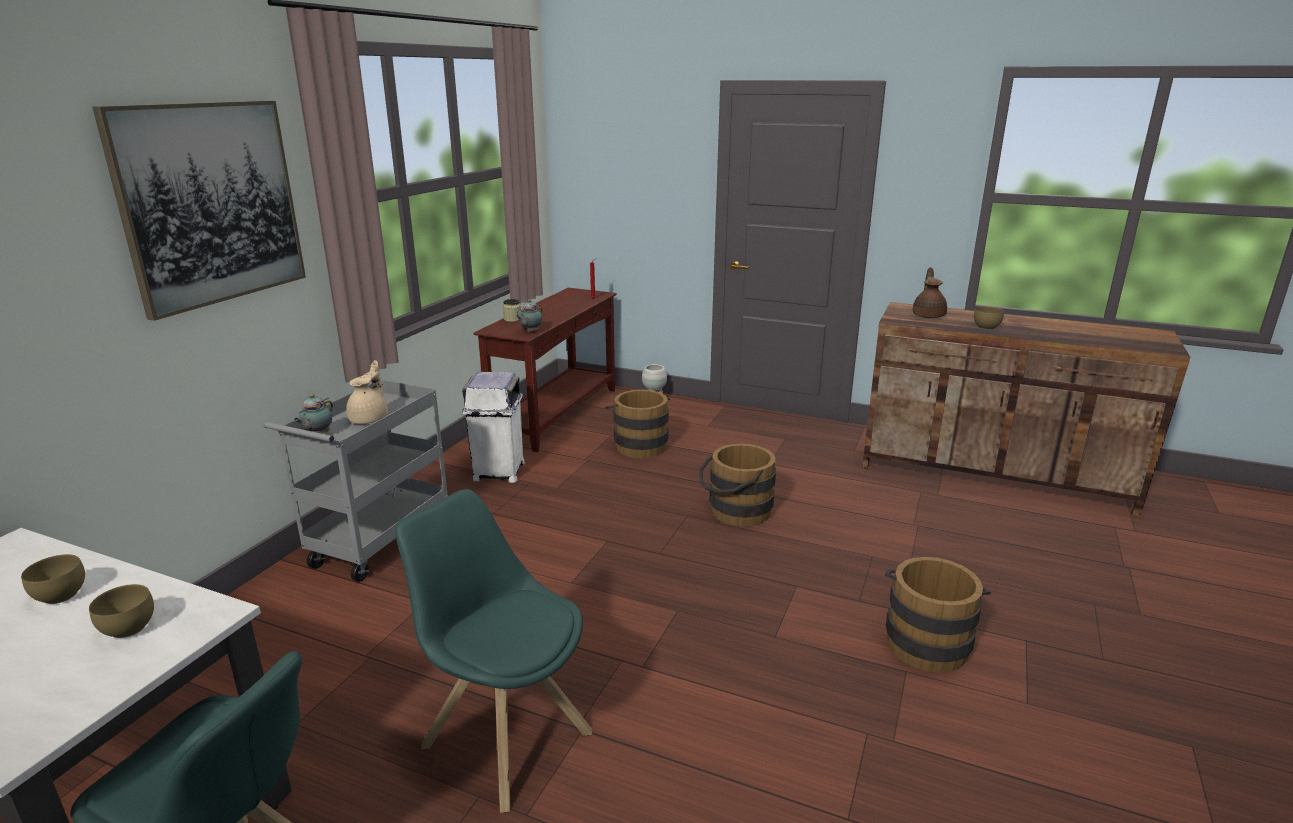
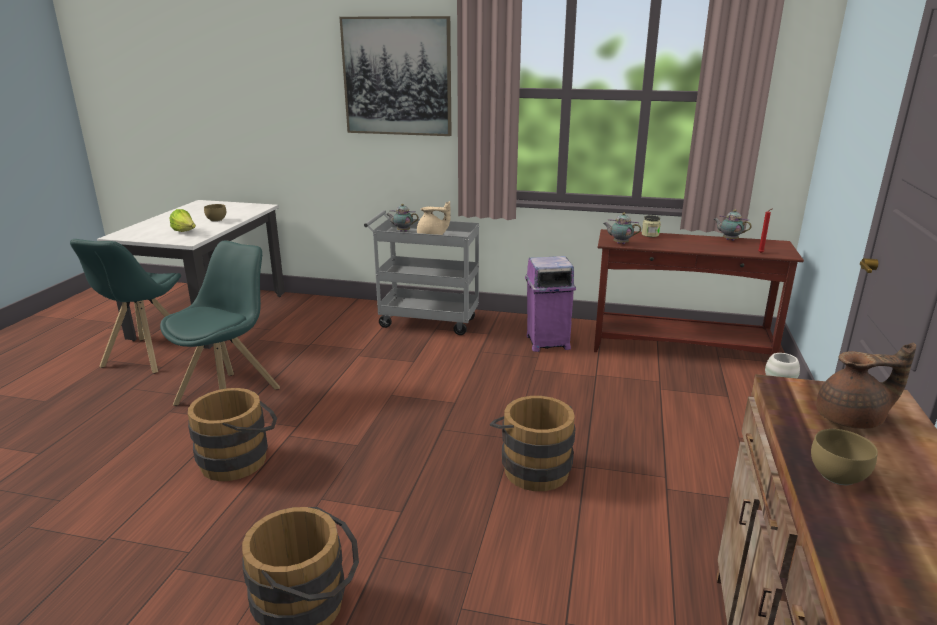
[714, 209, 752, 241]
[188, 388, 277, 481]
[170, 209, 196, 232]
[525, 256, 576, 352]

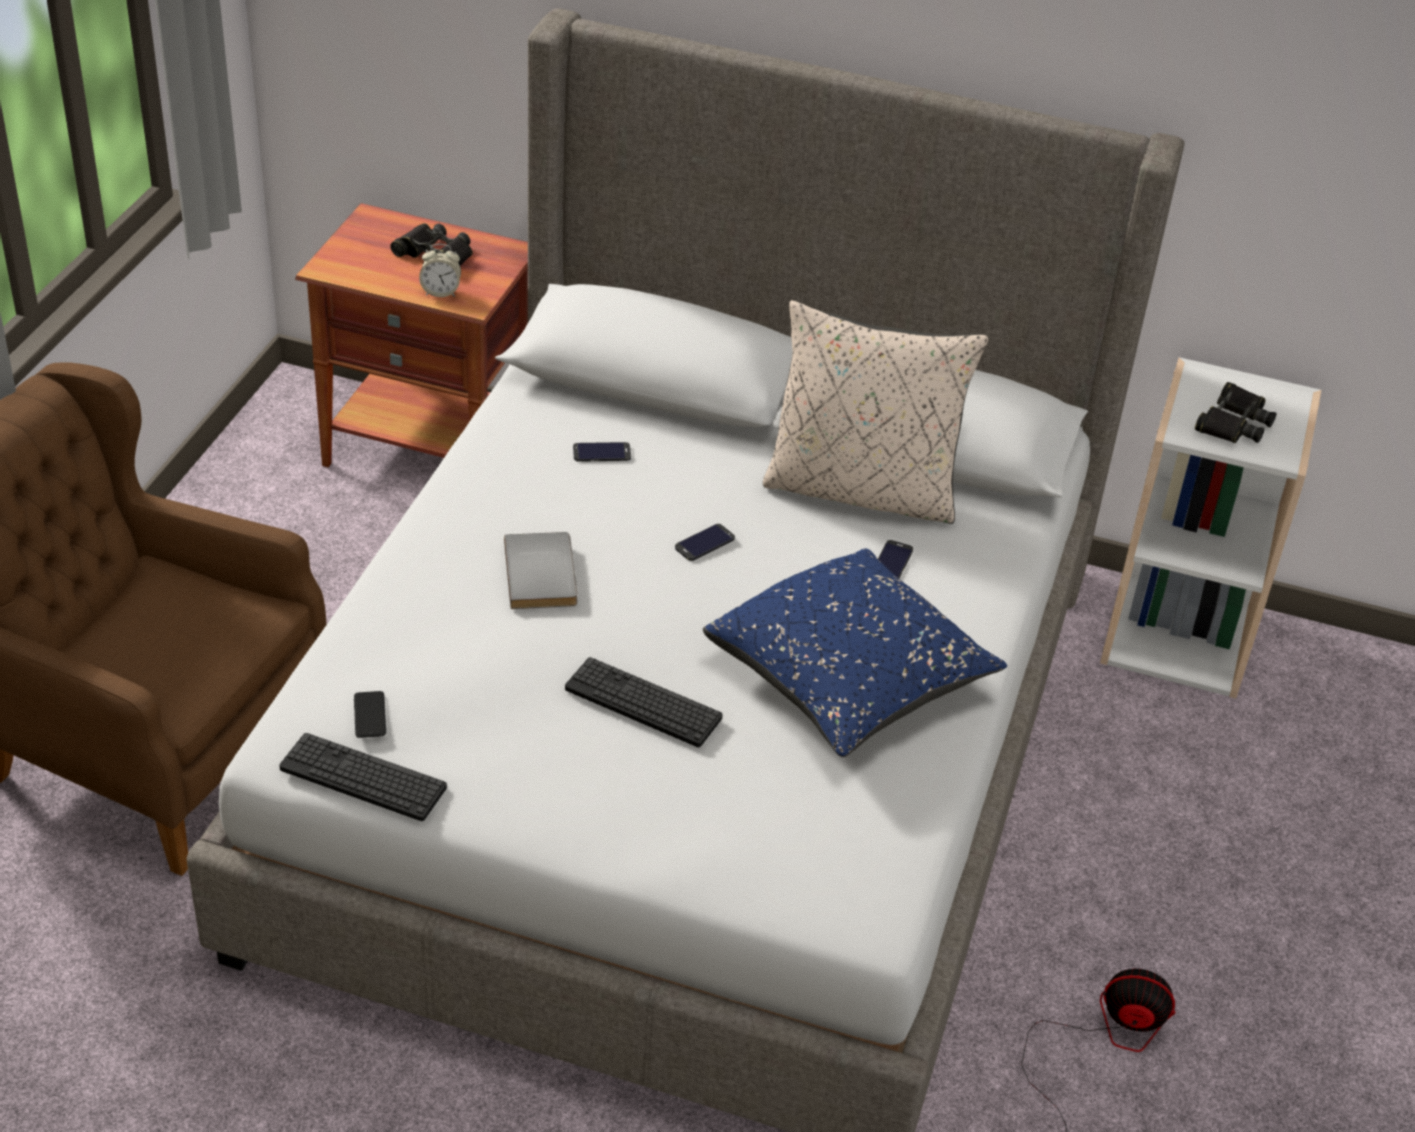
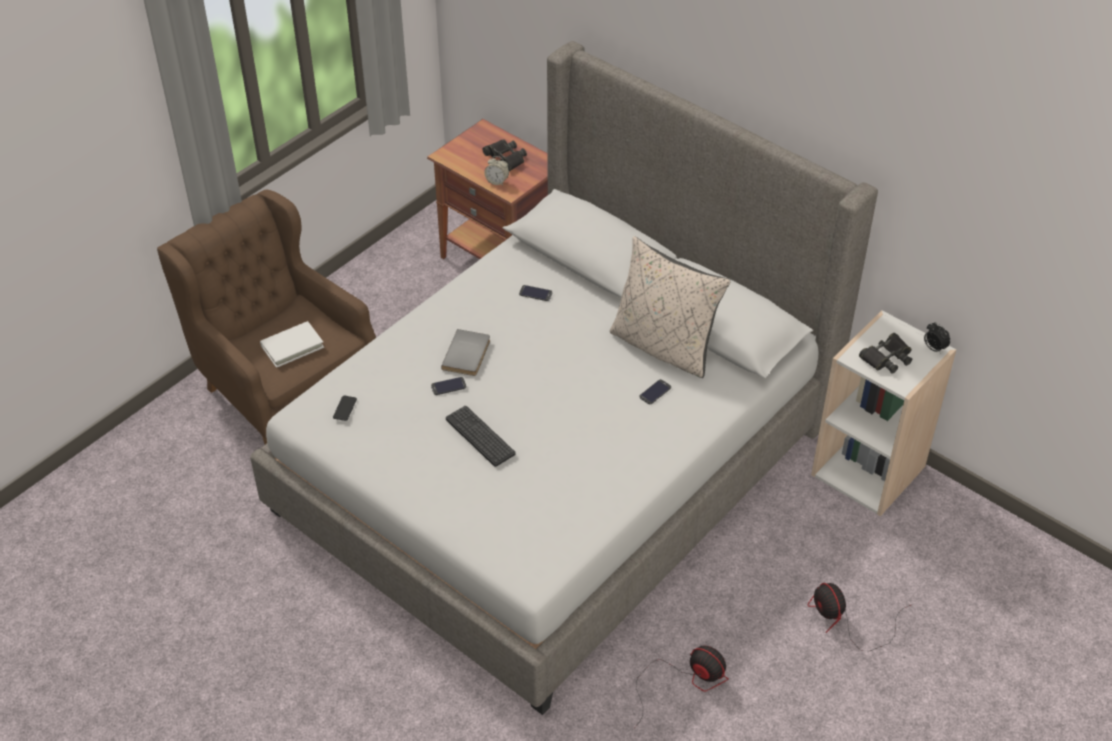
[279, 733, 447, 821] (first image)
[703, 548, 1007, 757] (first image)
[260, 321, 324, 368]
[808, 583, 913, 651]
[924, 322, 950, 354]
[431, 377, 466, 395]

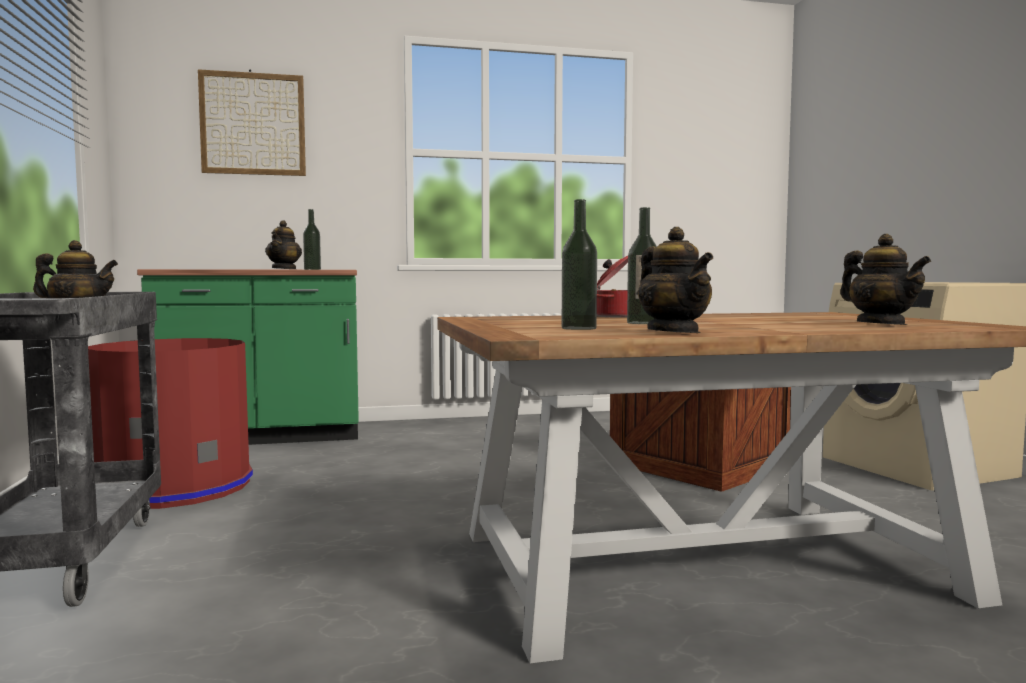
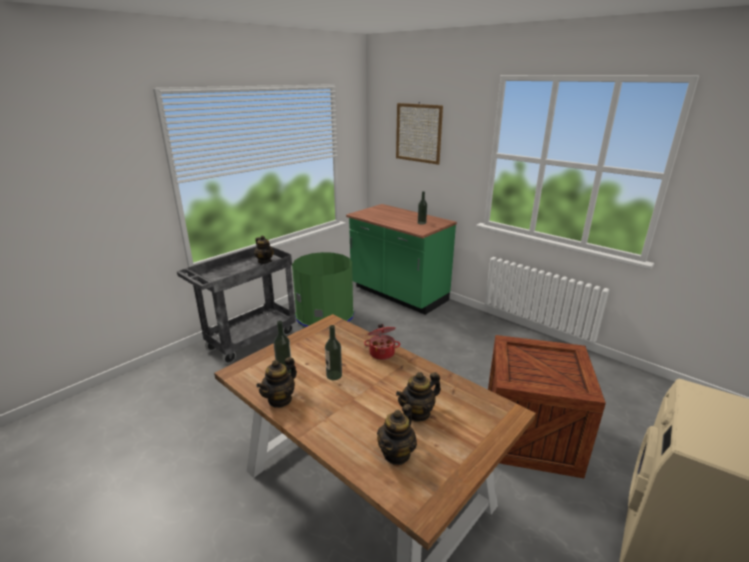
[396, 372, 441, 422]
[292, 252, 355, 328]

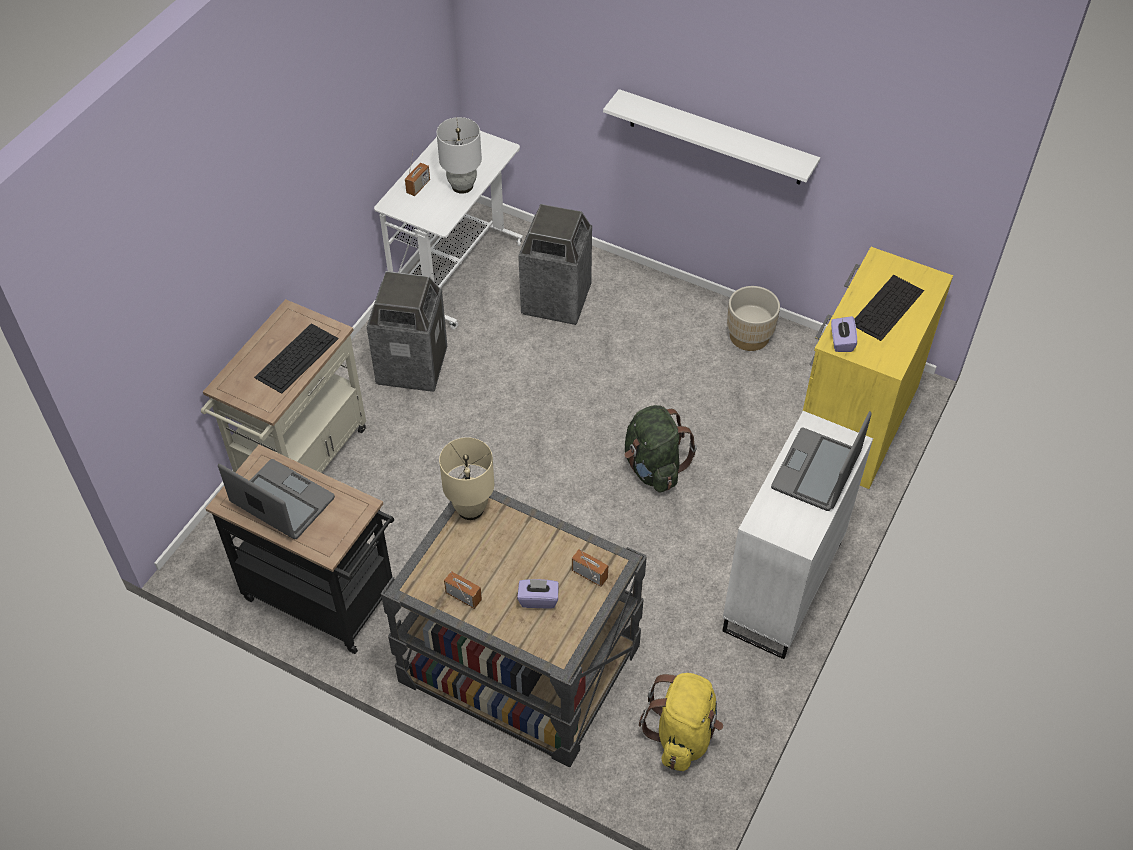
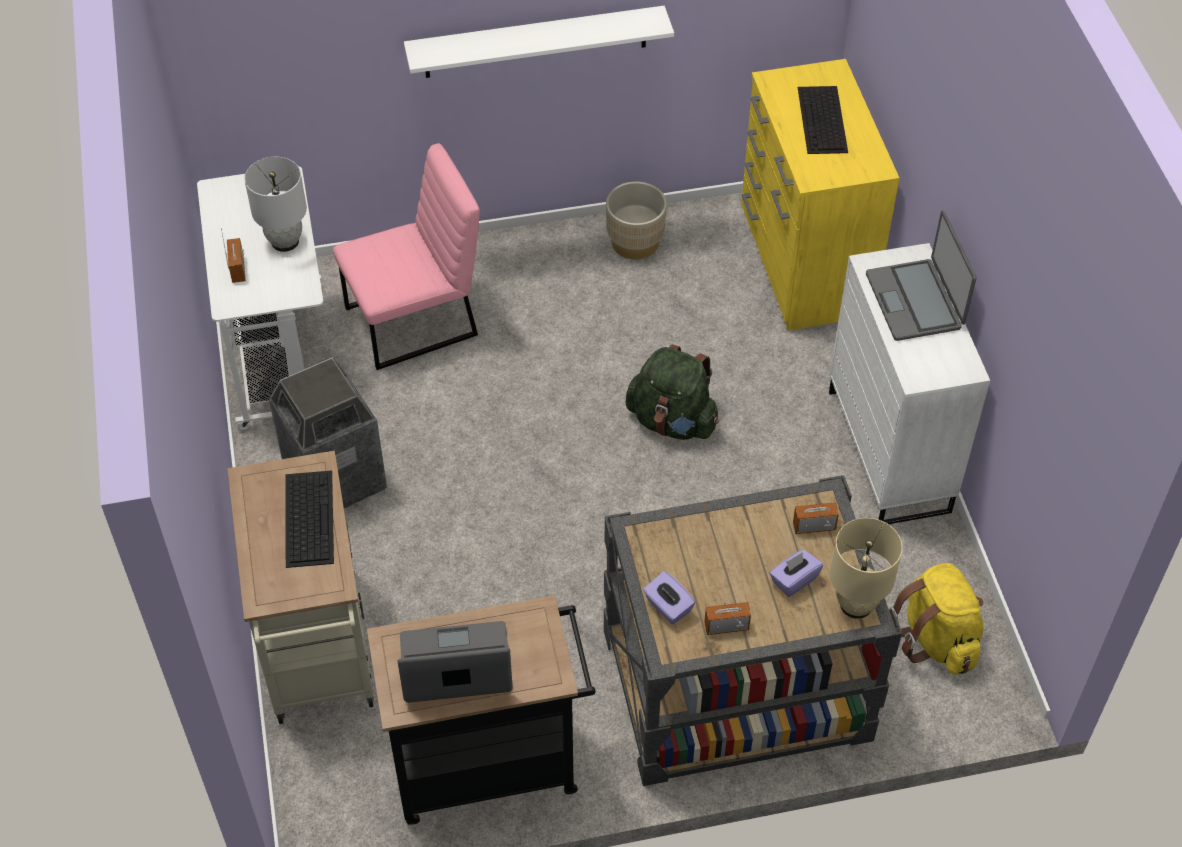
[830, 518, 903, 619]
[643, 571, 695, 624]
[333, 143, 480, 370]

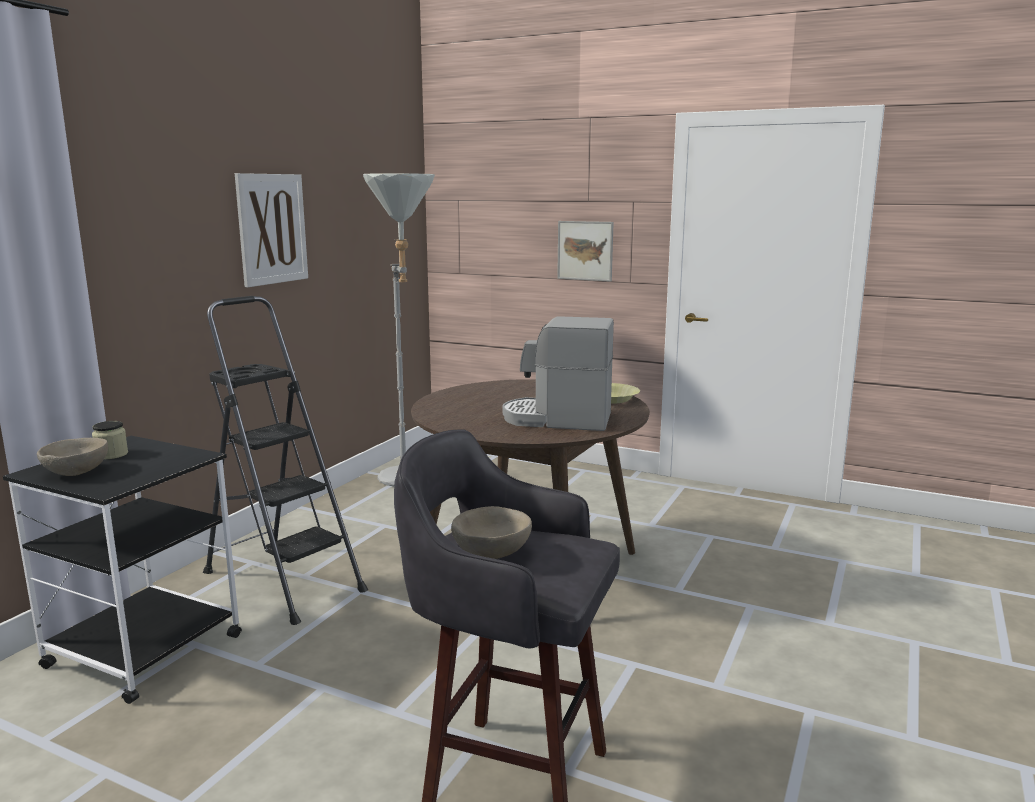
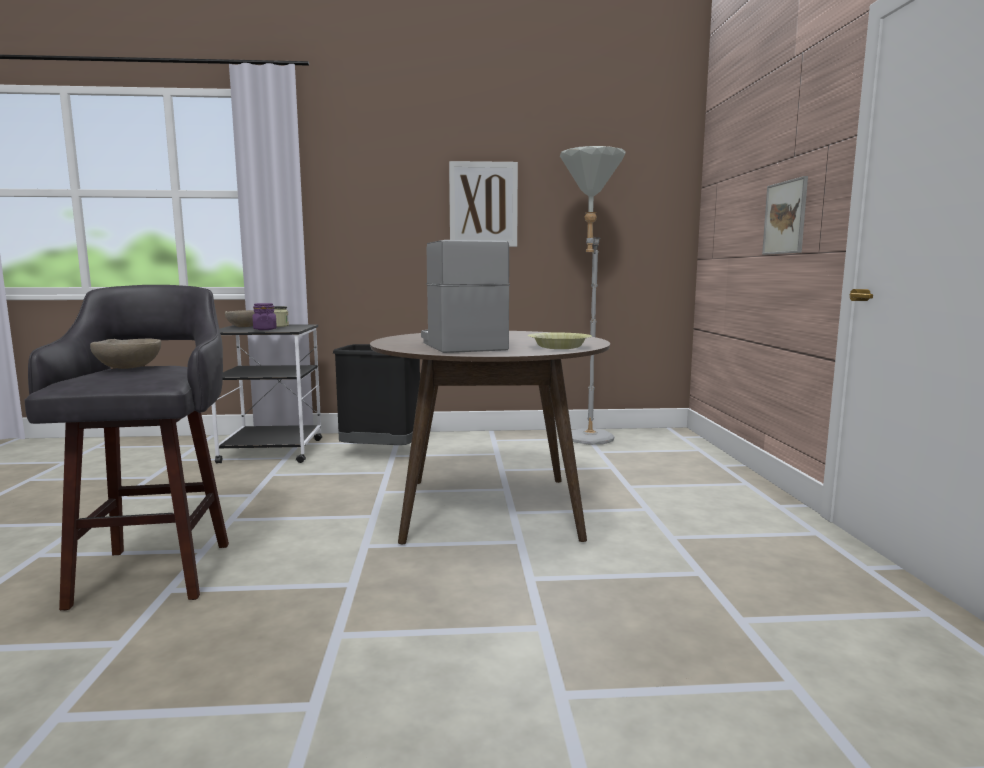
[253, 303, 277, 330]
[333, 344, 420, 445]

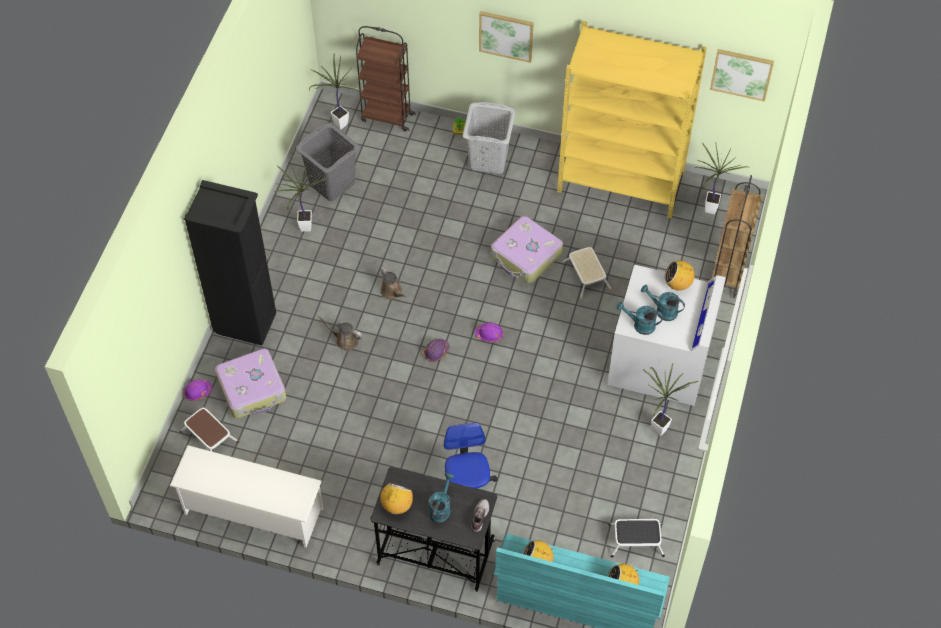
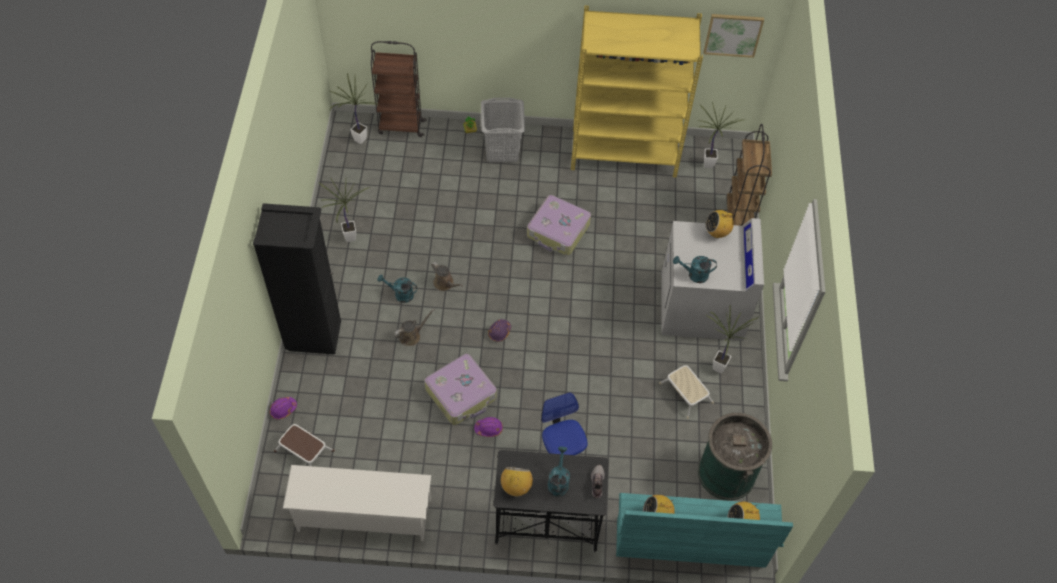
[296, 123, 360, 201] (first image)
[479, 11, 534, 63] (first image)
[425, 354, 497, 425]
[474, 417, 503, 437]
[659, 365, 714, 419]
[377, 274, 418, 303]
[698, 413, 772, 500]
[394, 309, 435, 346]

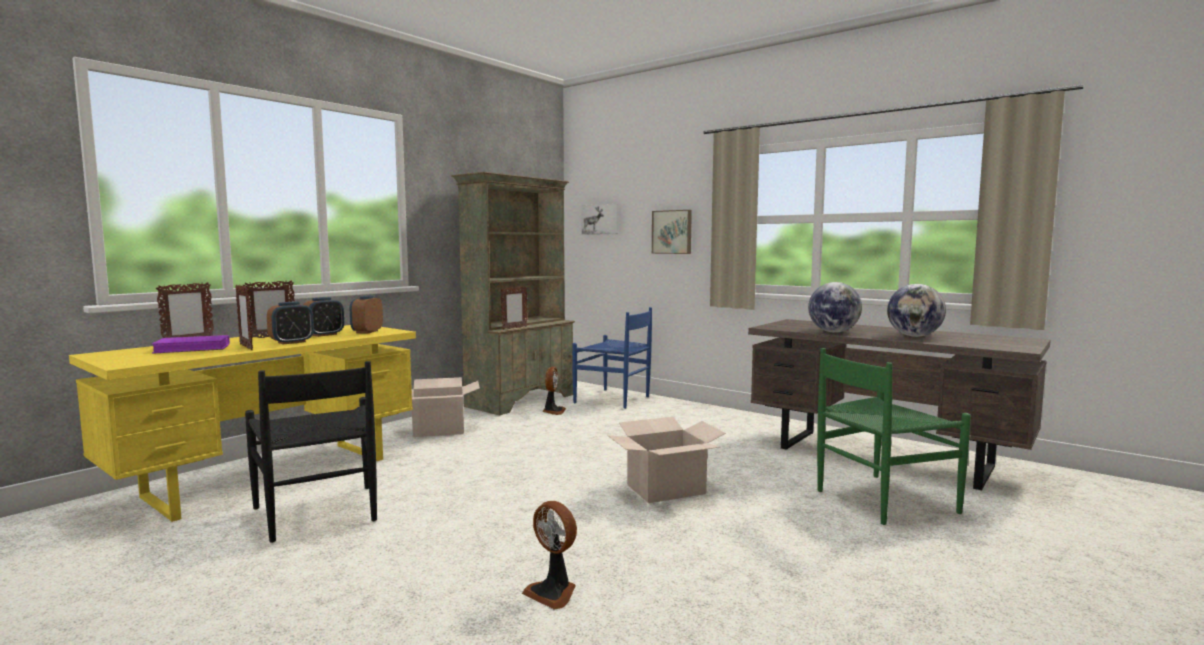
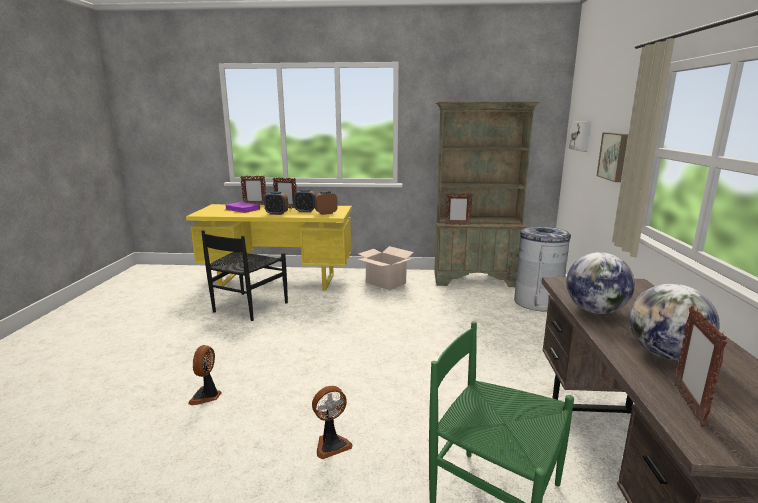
[607, 417, 726, 503] (first image)
[674, 306, 727, 427]
[312, 386, 353, 459]
[514, 227, 573, 312]

